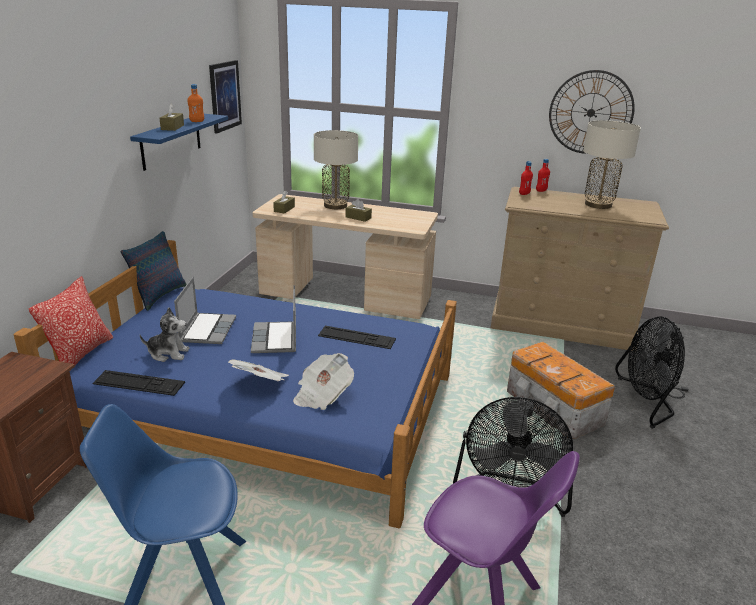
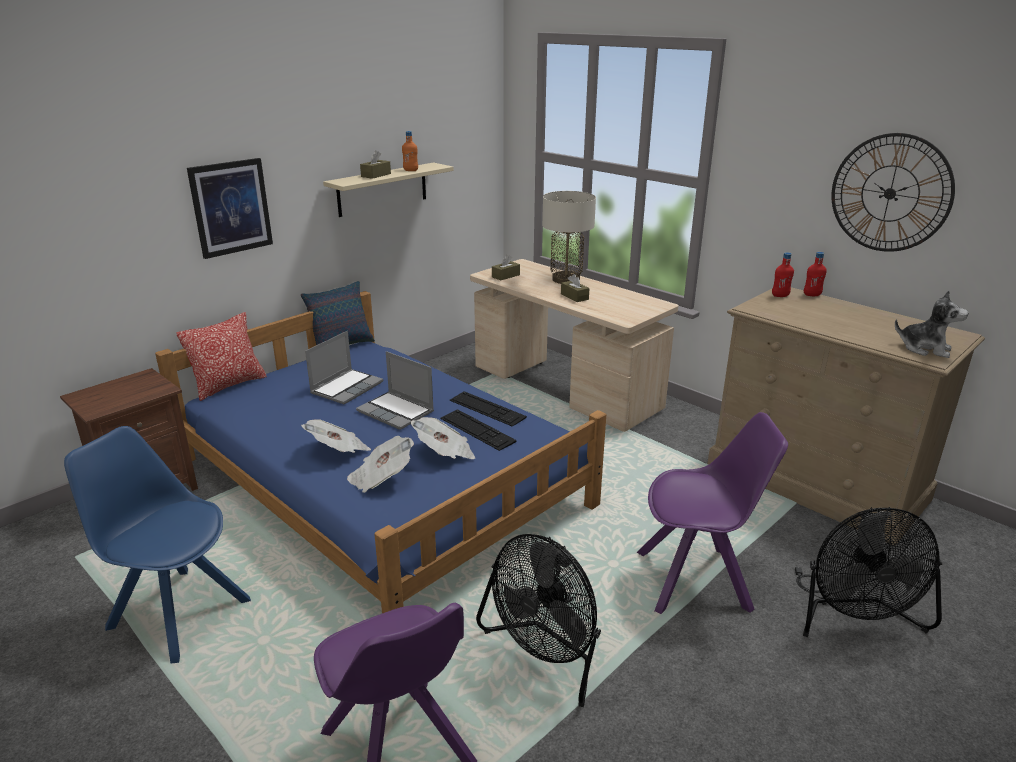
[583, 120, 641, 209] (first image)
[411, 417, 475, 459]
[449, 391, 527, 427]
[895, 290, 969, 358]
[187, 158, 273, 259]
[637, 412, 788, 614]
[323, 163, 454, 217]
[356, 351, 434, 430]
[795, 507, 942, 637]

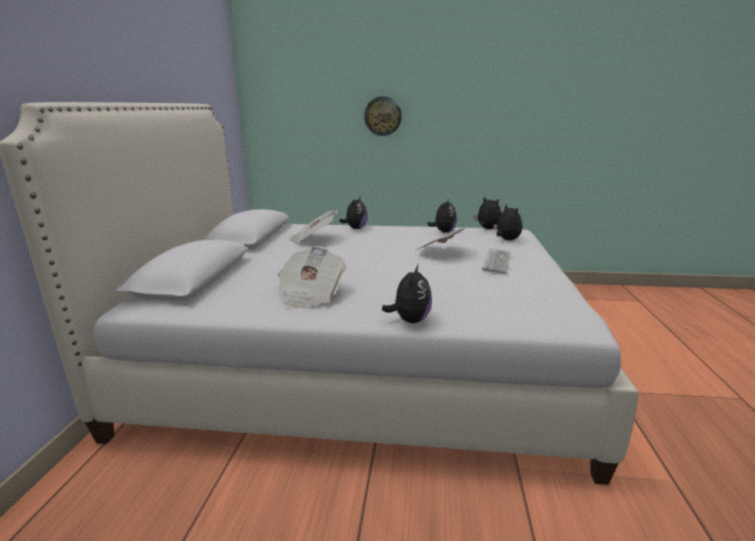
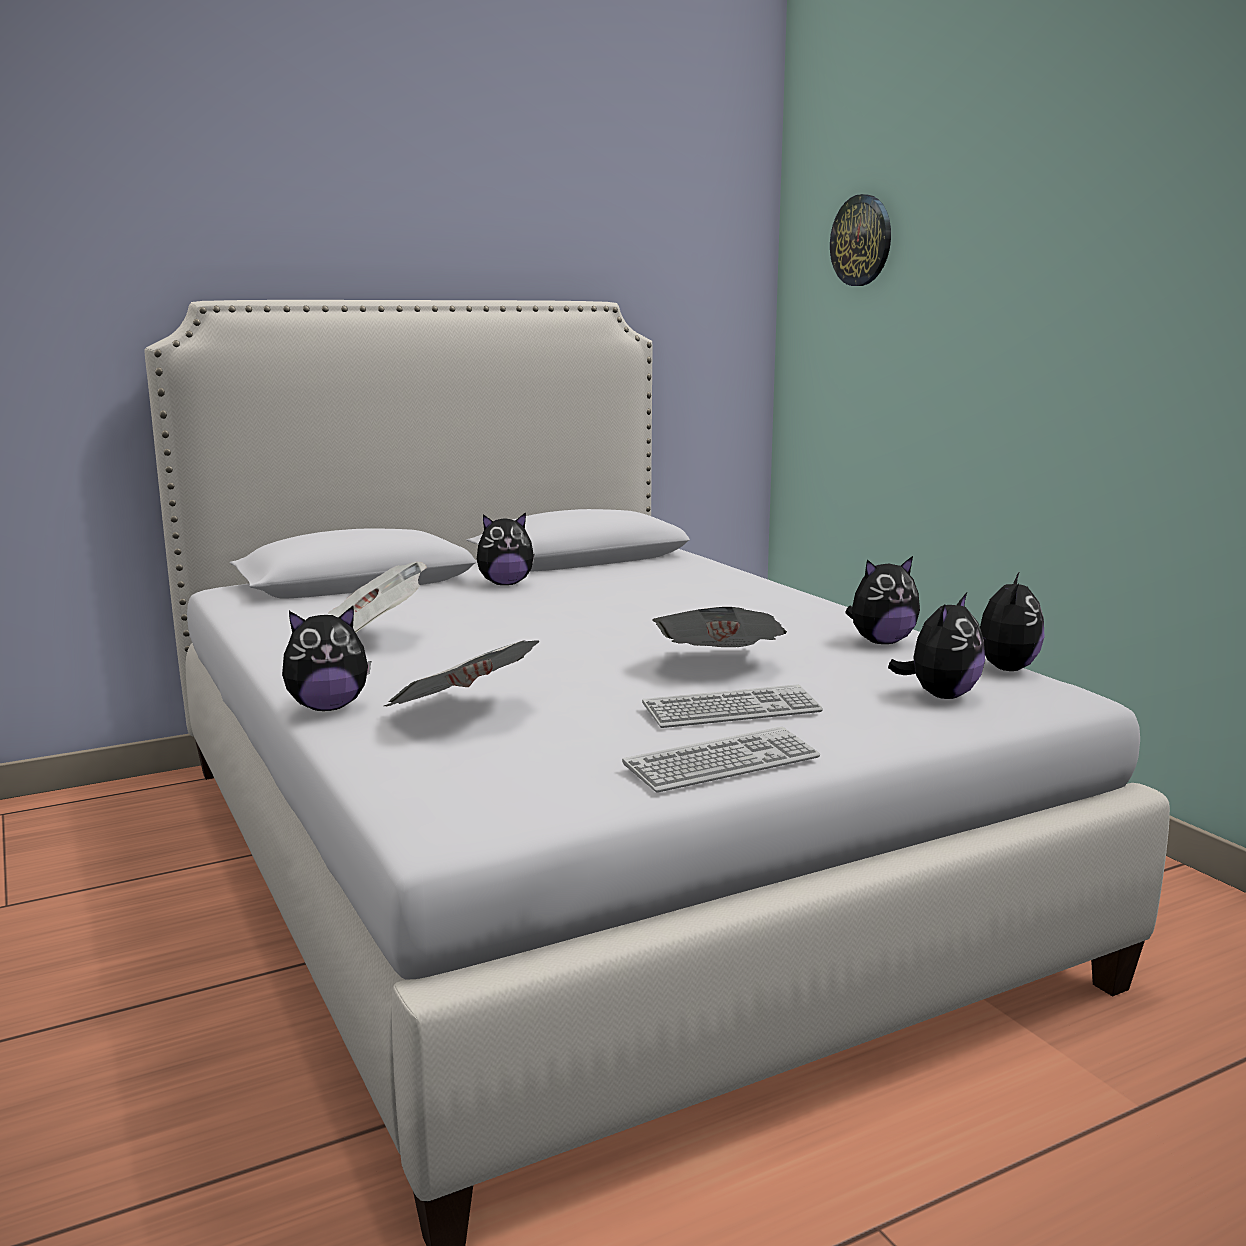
[622, 727, 820, 793]
[384, 640, 539, 706]
[477, 512, 535, 585]
[830, 194, 891, 286]

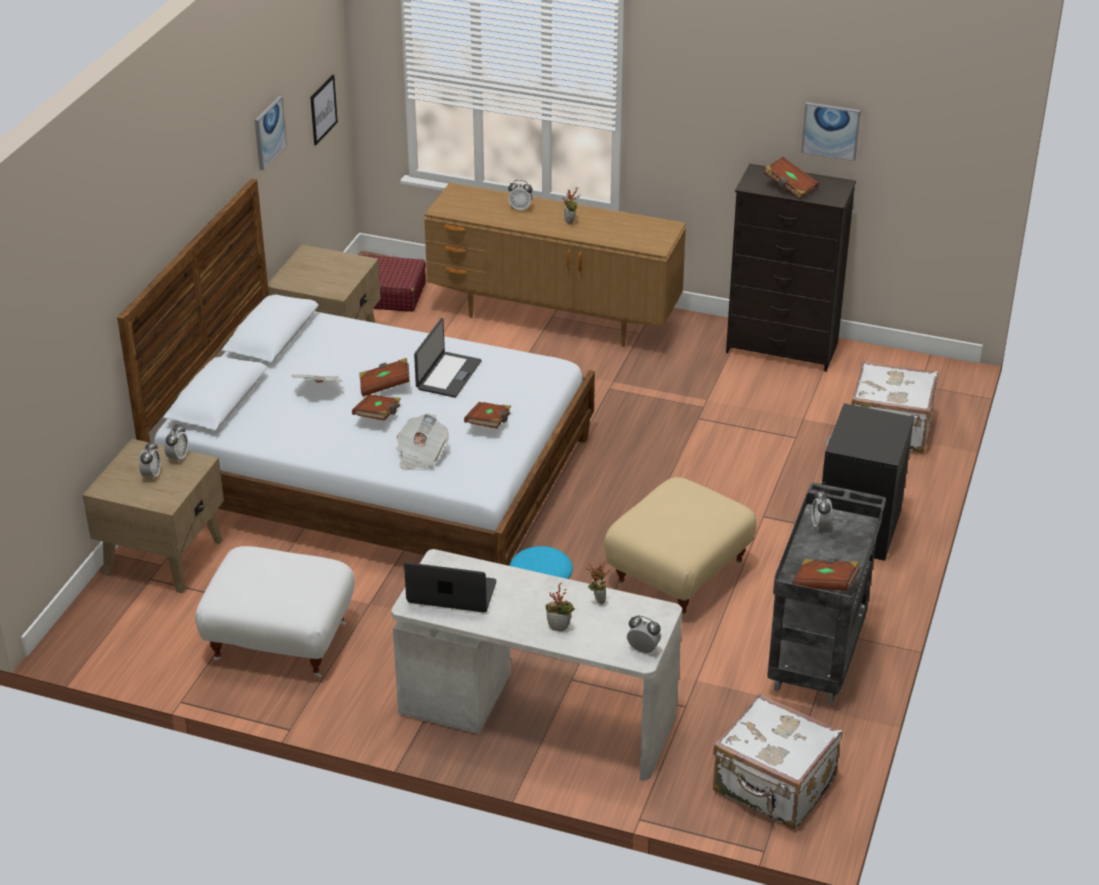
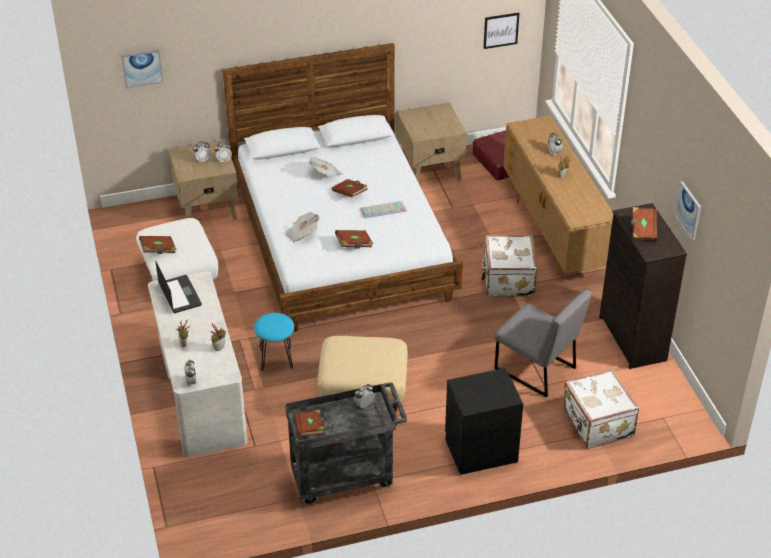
[494, 290, 591, 397]
[121, 50, 163, 88]
[139, 236, 176, 254]
[482, 235, 537, 297]
[360, 201, 407, 219]

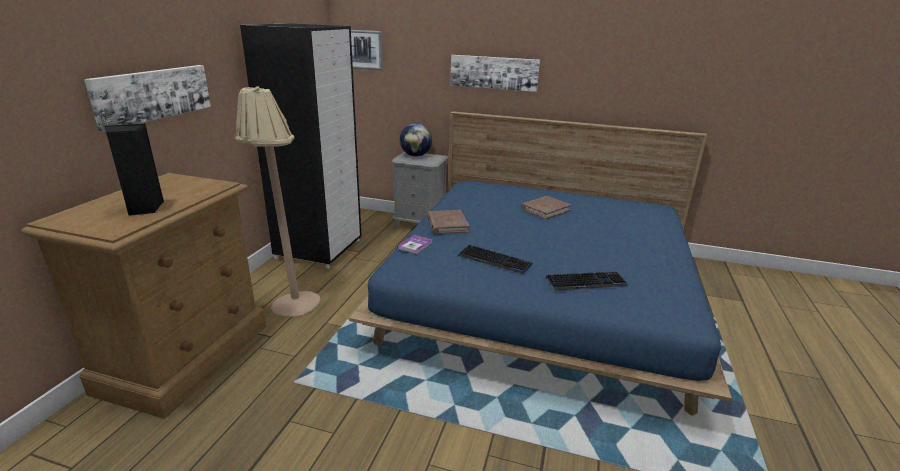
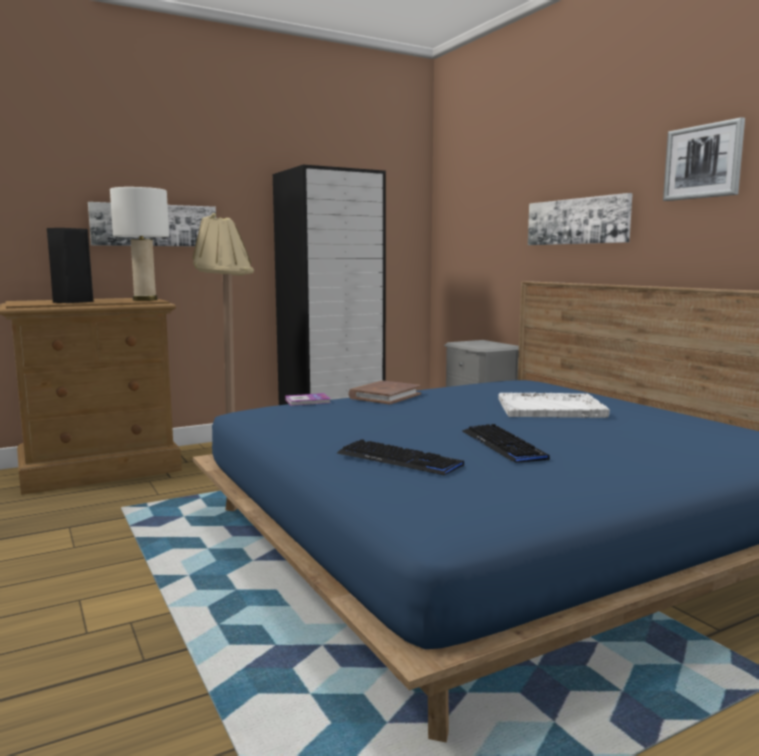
[400, 123, 432, 156] (first image)
[110, 187, 169, 301]
[663, 117, 745, 201]
[462, 424, 550, 463]
[499, 393, 610, 418]

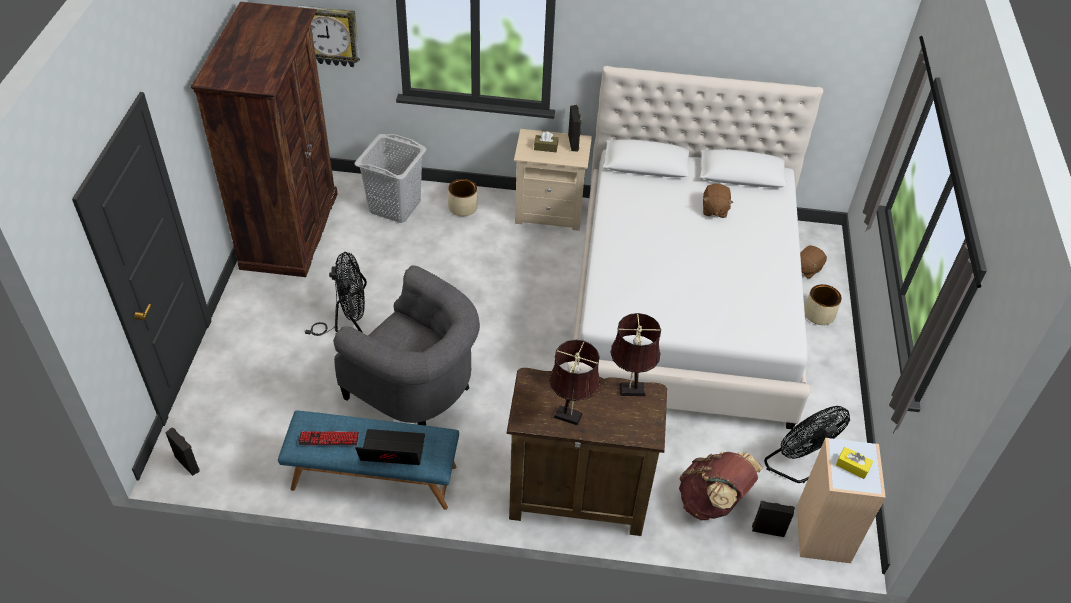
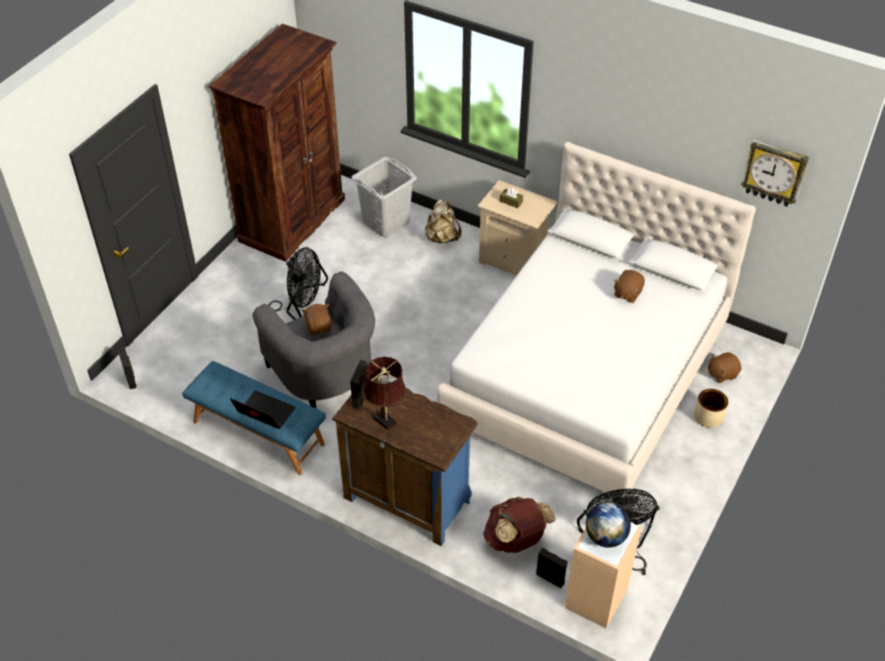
[298, 431, 359, 445] (first image)
[610, 313, 661, 396] (first image)
[302, 304, 332, 335]
[741, 139, 809, 207]
[350, 360, 368, 410]
[425, 200, 461, 244]
[586, 502, 631, 548]
[332, 376, 478, 546]

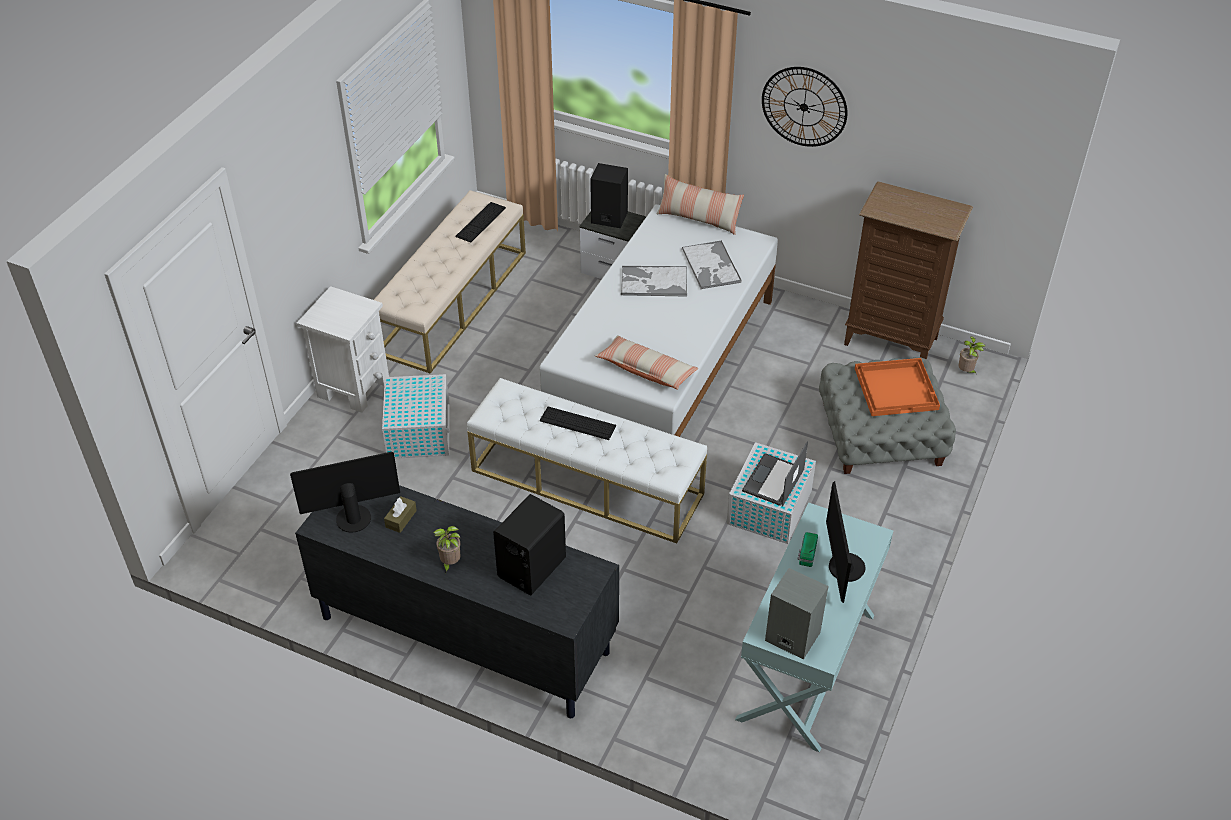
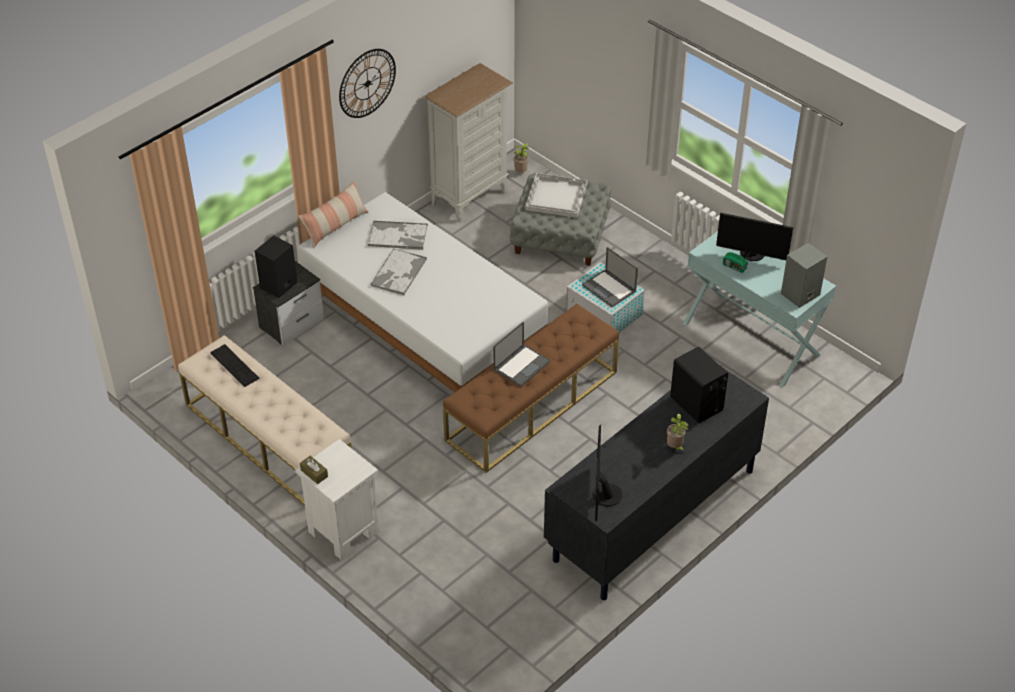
[382, 374, 450, 459] (first image)
[595, 335, 698, 390] (first image)
[300, 456, 328, 484]
[493, 321, 551, 387]
[443, 304, 619, 473]
[424, 63, 513, 223]
[525, 173, 587, 218]

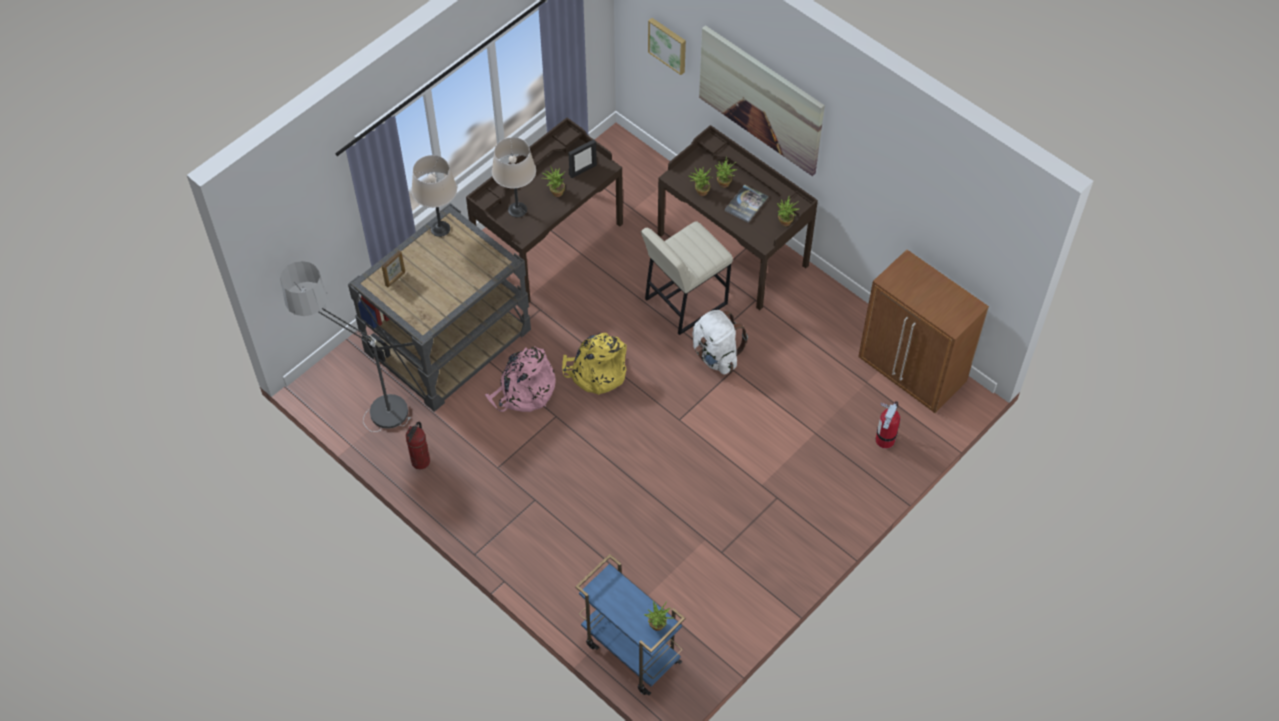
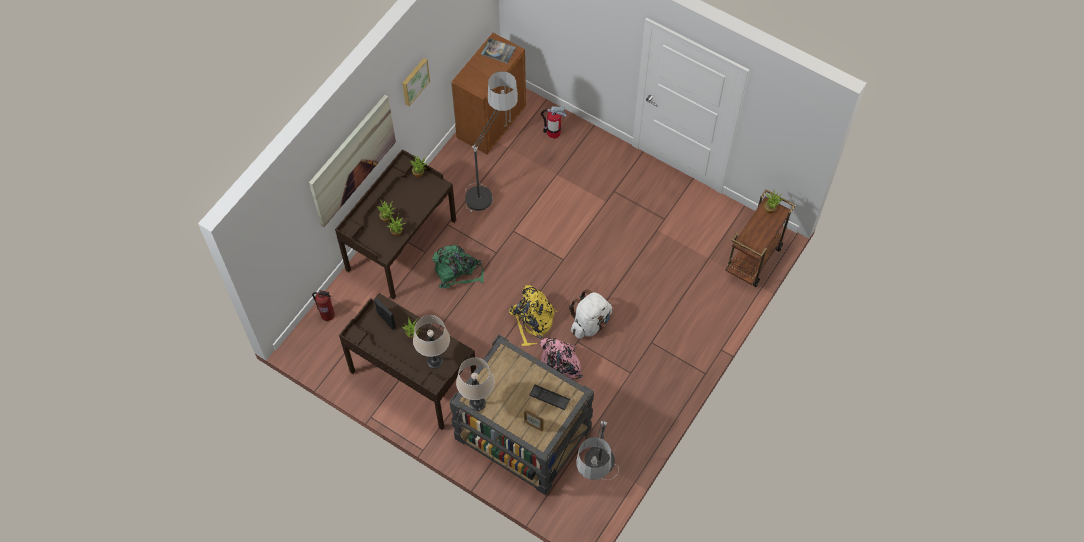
[465, 71, 518, 212]
[529, 385, 570, 410]
[312, 290, 335, 321]
[402, 58, 430, 106]
[569, 289, 612, 339]
[481, 38, 516, 64]
[432, 245, 484, 288]
[726, 189, 795, 287]

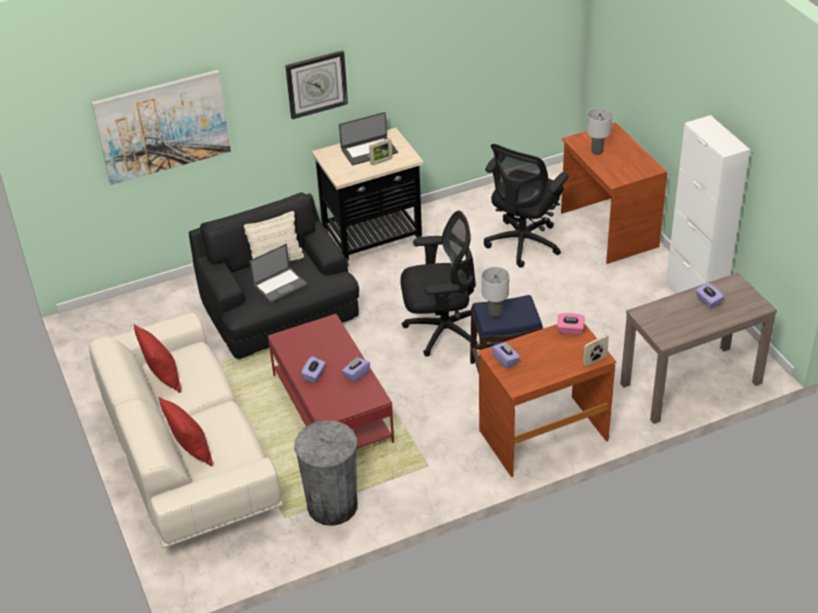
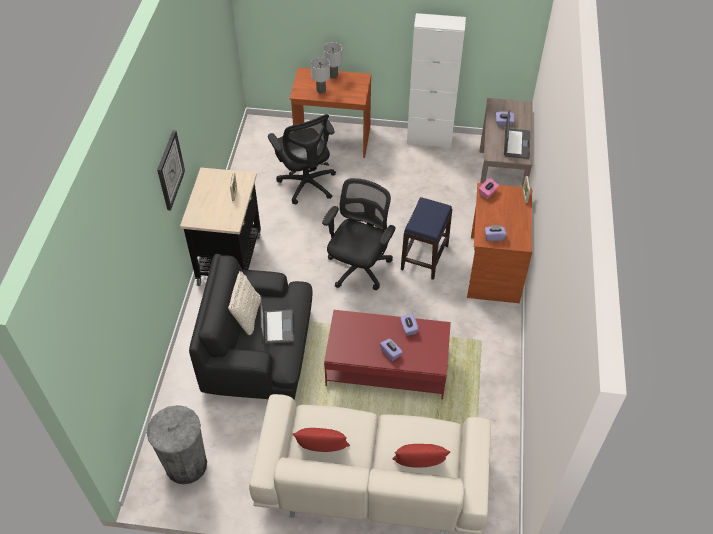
[92, 70, 231, 185] (first image)
[147, 405, 207, 484]
[504, 110, 530, 159]
[323, 42, 342, 79]

